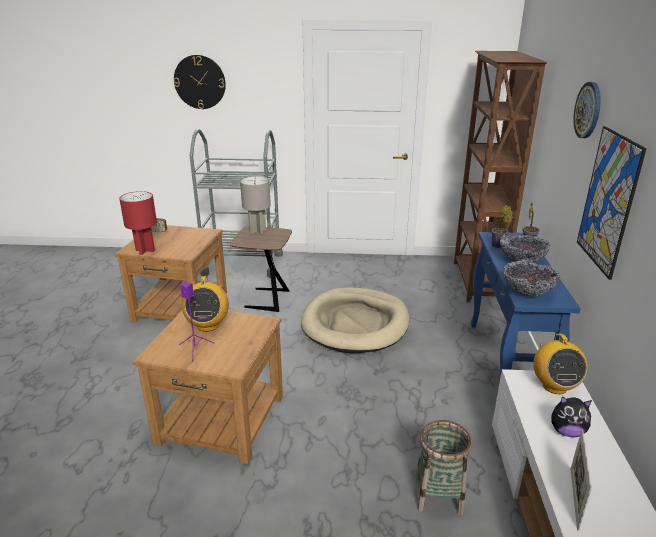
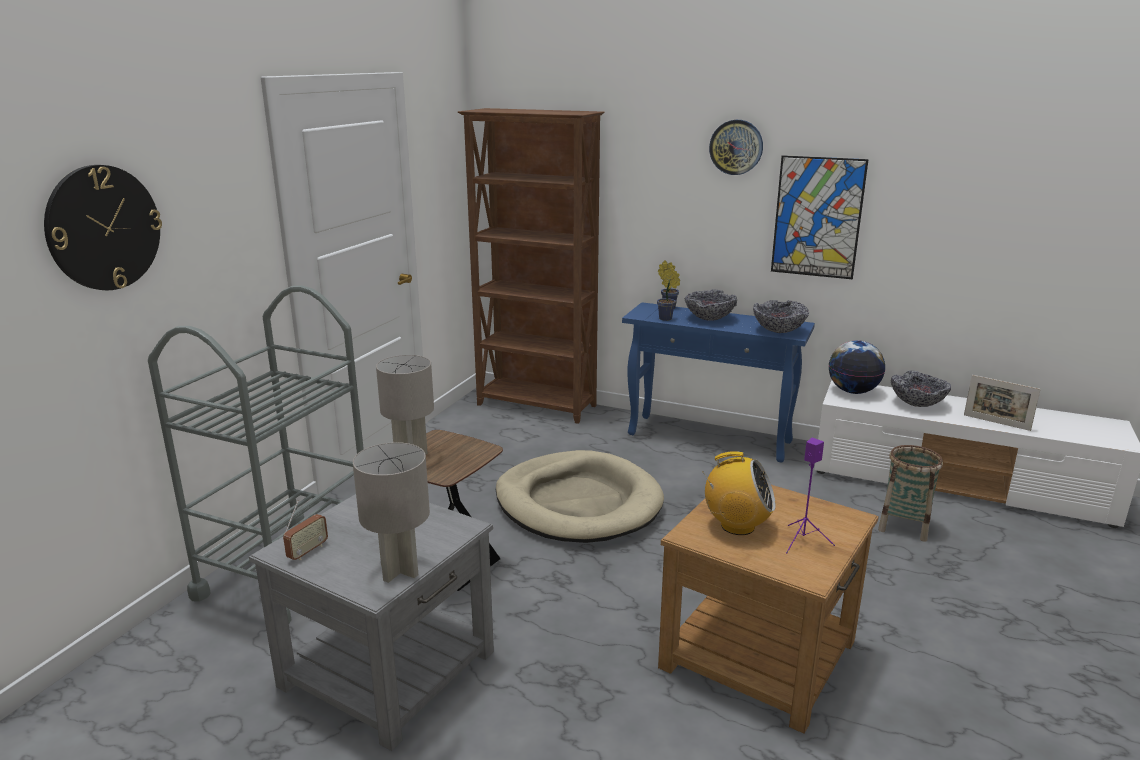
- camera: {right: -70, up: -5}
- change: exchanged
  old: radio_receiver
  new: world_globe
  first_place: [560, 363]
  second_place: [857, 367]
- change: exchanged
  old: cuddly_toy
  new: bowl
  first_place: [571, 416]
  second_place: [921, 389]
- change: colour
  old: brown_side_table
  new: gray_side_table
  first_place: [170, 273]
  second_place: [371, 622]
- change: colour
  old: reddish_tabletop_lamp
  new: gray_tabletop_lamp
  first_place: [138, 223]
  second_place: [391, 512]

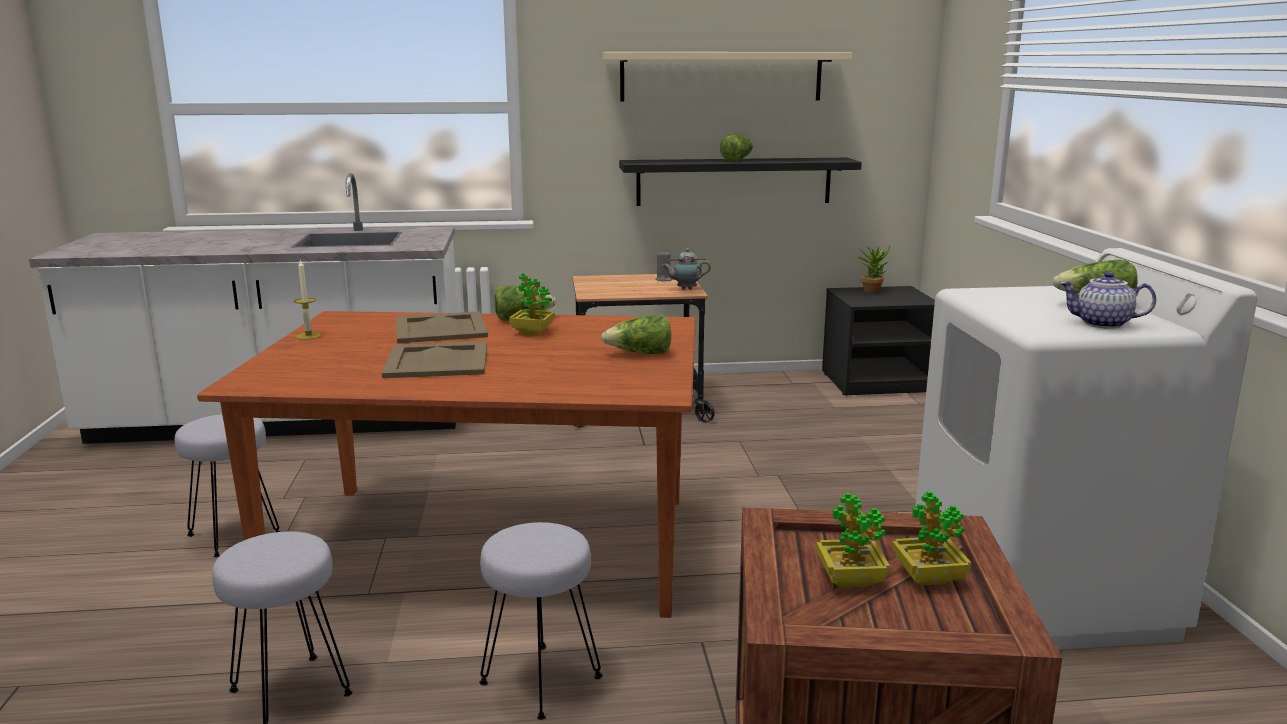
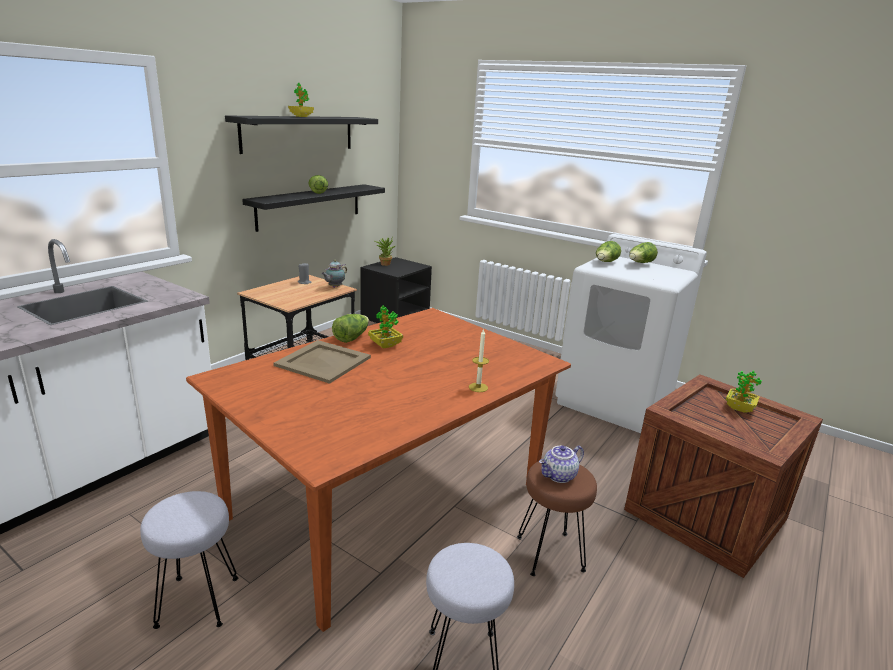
- camera: {right: -50, up: 5}
- change: missing
  old: sand-coloured_serving_tray
  first_place: [434, 359]
- change: relocated
  old: wax_light
  first_place: [307, 299]
  second_place: [479, 360]
- change: relocated
  old: lettuce
  first_place: [636, 334]
  second_place: [608, 251]
- change: relocated
  old: plant_in_a_pot
  first_place: [853, 540]
  second_place: [301, 100]
- change: relocated
  old: tea_pot
  first_place: [1108, 300]
  second_place: [561, 464]
- change: colour
  old: gray_sitting_stool
  new: brown_sitting_stool
  first_place: [541, 621]
  second_place: [557, 518]
- change: colour
  old: sand-coloured_bracket_shelf
  new: blackish_bracket_shelf
  first_place: [727, 76]
  second_place: [301, 134]

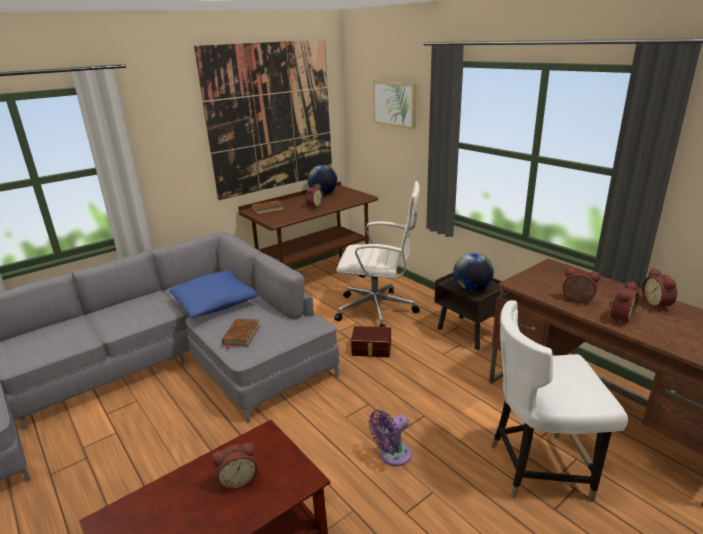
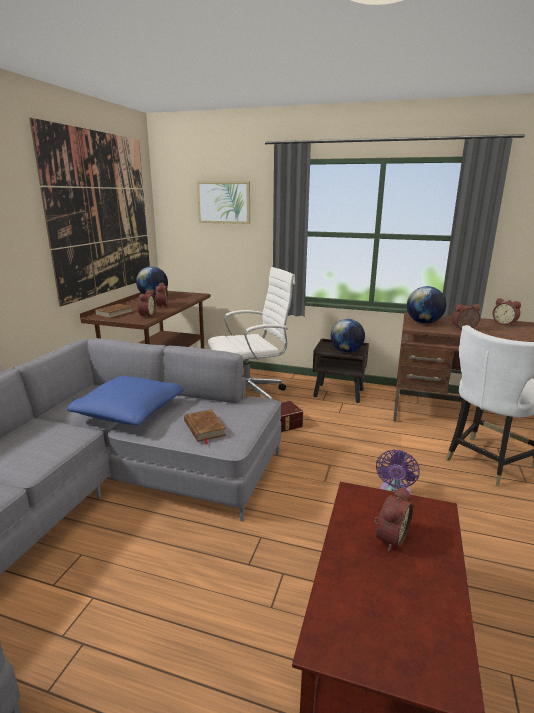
- camera: {right: -35, up: -5}
- change: appeared
  new: world_globe
  second_place: [426, 305]
- change: relocated
  old: table_clock
  first_place: [624, 303]
  second_place: [146, 303]

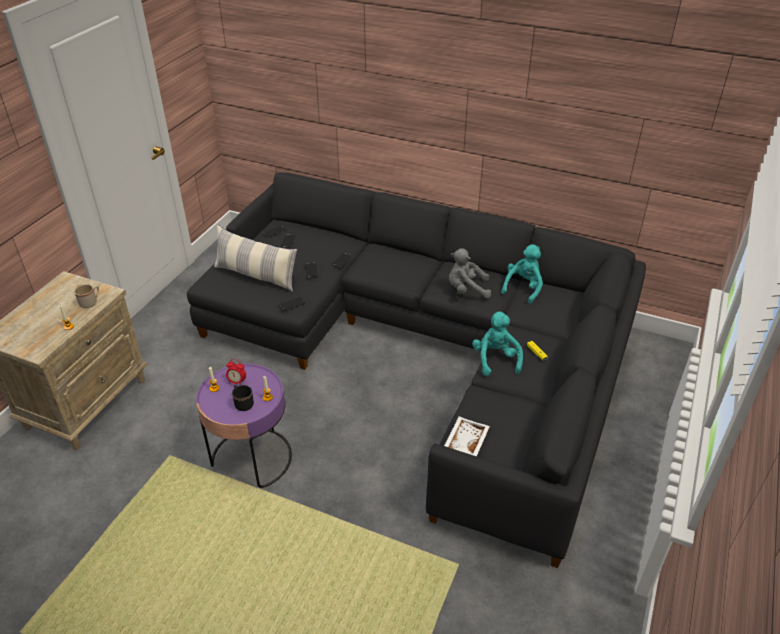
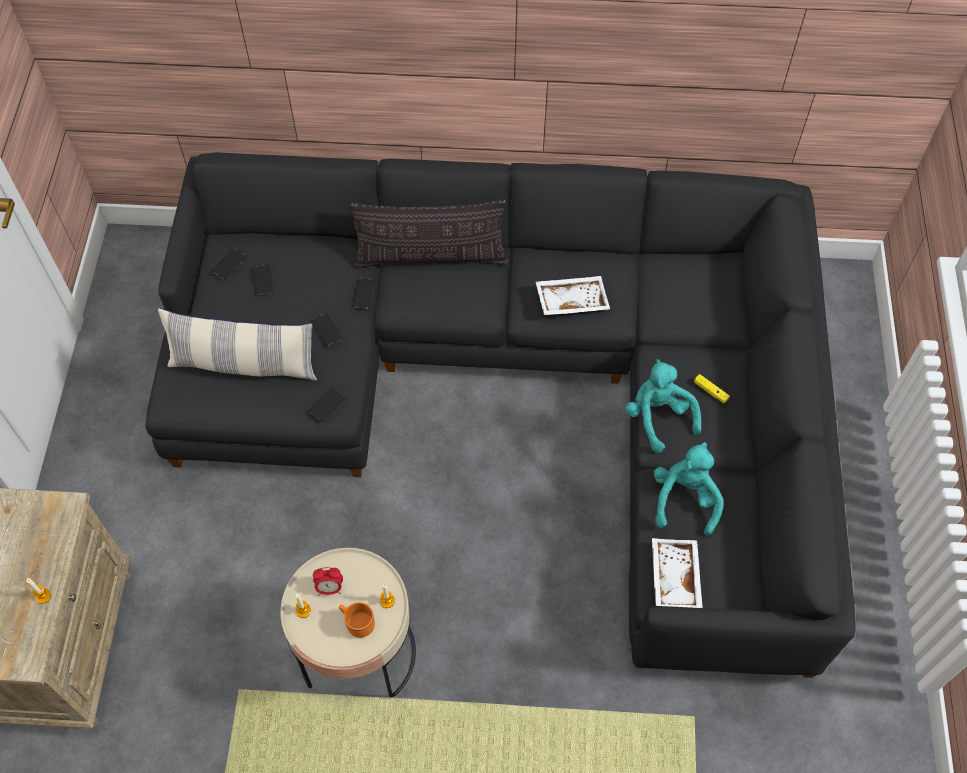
- camera: {right: -20, up: 20}
- change: missing
  old: sand-coloured_tea_mug
  first_place: [86, 296]
- change: appeared
  new: cushion
  second_place: [428, 234]
- change: relocated
  old: turquoise-coloured_cuddly_toy
  first_place: [522, 274]
  second_place: [689, 489]
- change: exchanged
  old: gray_cuddly_toy
  new: white-coloured_serving_tray
  first_place: [470, 273]
  second_place: [573, 295]
- change: colour
  old: purple_side_table
  new: sand-coloured_side_table
  first_place: [244, 426]
  second_place: [348, 622]
- change: colour
  old: blackish_tea_mug
  new: orangey_tea_mug
  first_place: [243, 398]
  second_place: [357, 620]

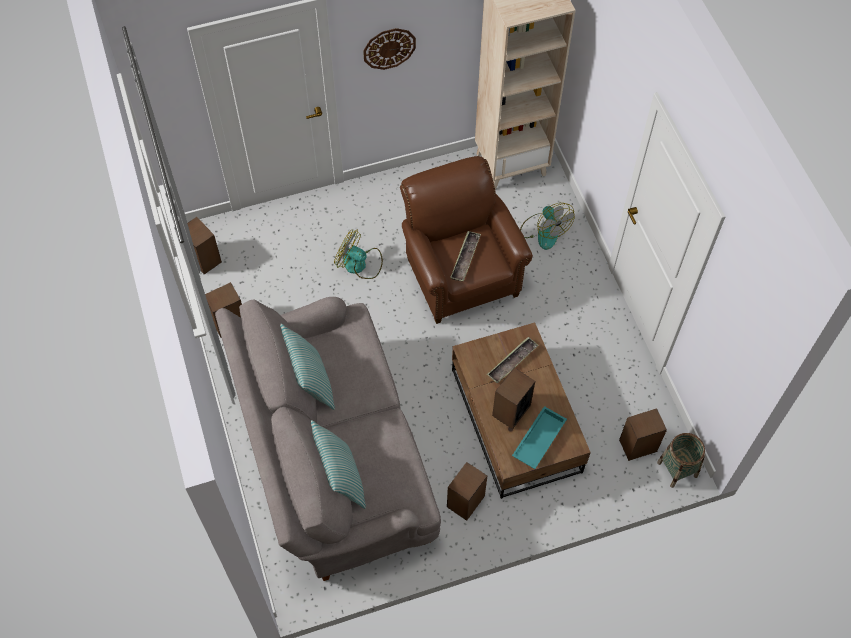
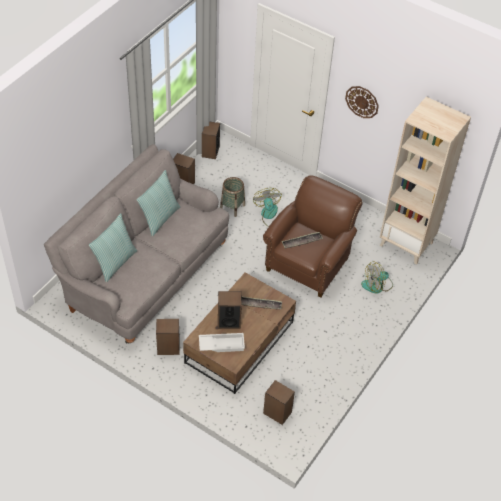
- camera: {right: 50, up: -10}
- change: relocated
  old: household_basket
  first_place: [681, 460]
  second_place: [232, 197]
- change: colour
  old: turquoise-coloured_serving_tray
  new: white-coloured_serving_tray
  first_place: [539, 437]
  second_place: [222, 342]
- change: spun
  old: cooling_fan
  first_place: [547, 226]
  second_place: [377, 277]
  degrees: 45

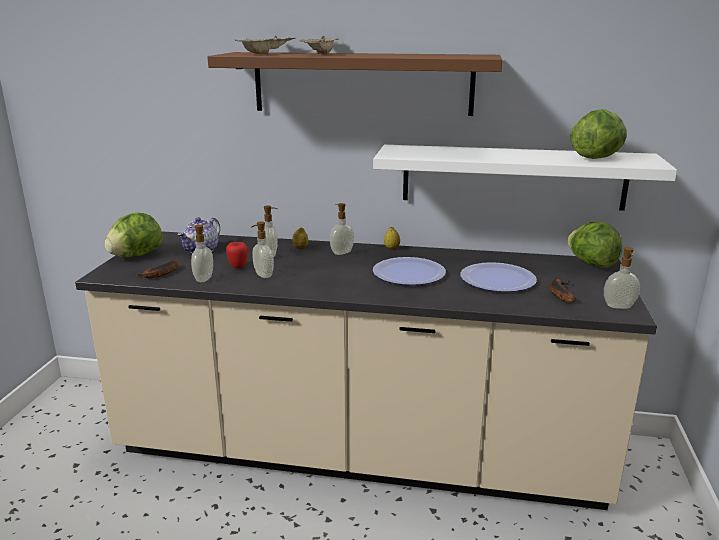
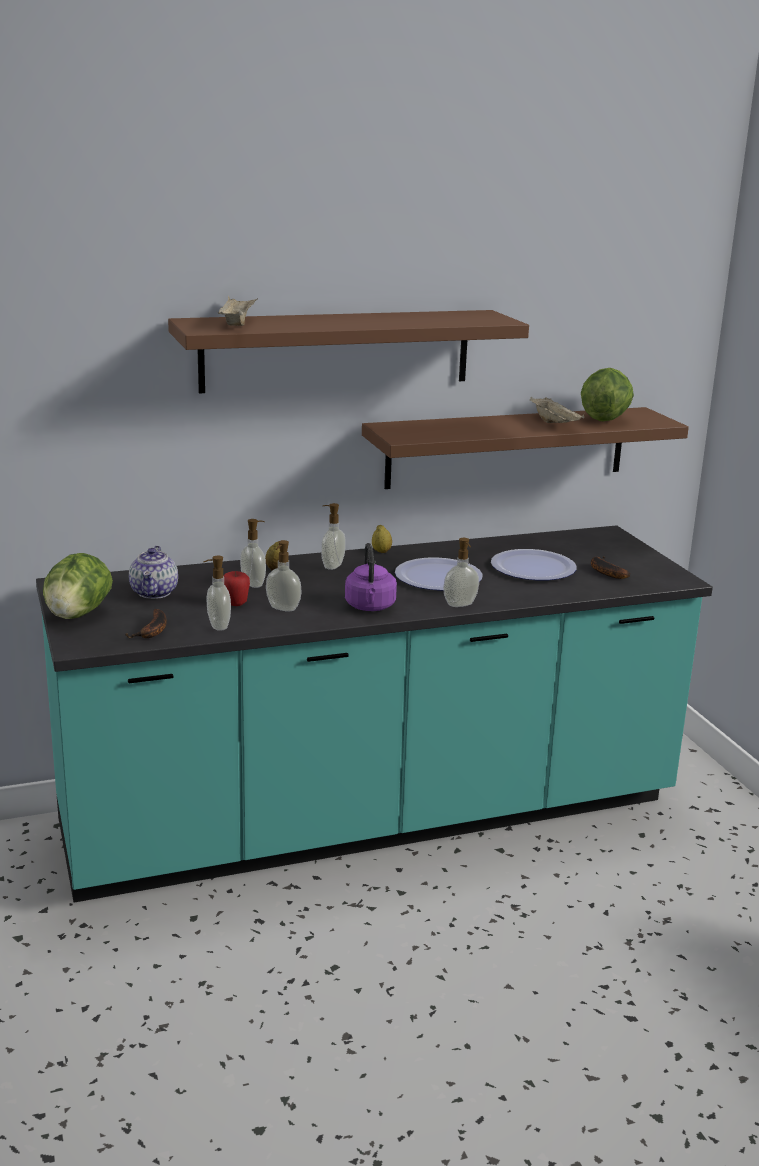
- camera: {right: -30, up: 0}
- change: missing
  old: lettuce
  first_place: [595, 244]
- change: appeared
  new: purple_kettle
  second_place: [371, 577]
- change: relocated
  old: sand-coloured_serving_tray
  first_place: [319, 45]
  second_place: [557, 410]
- change: relocated
  old: soap_dispenser
  first_place: [622, 278]
  second_place: [461, 572]
- change: colour
  old: sand-coloured_kitchen_base_unit
  new: turquoise-coloured_kitchen_base_unit
  first_place: [366, 370]
  second_place: [374, 714]
- change: colour
  old: white-coloured_bracket_shelf
  new: brown_bracket_shelf
  first_place: [525, 178]
  second_place: [525, 448]

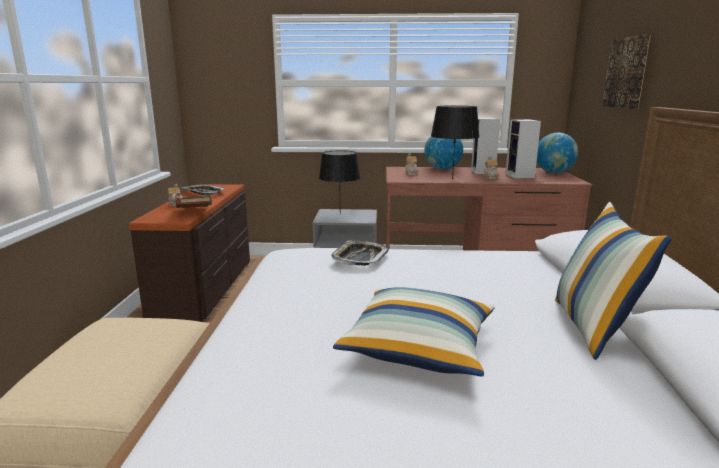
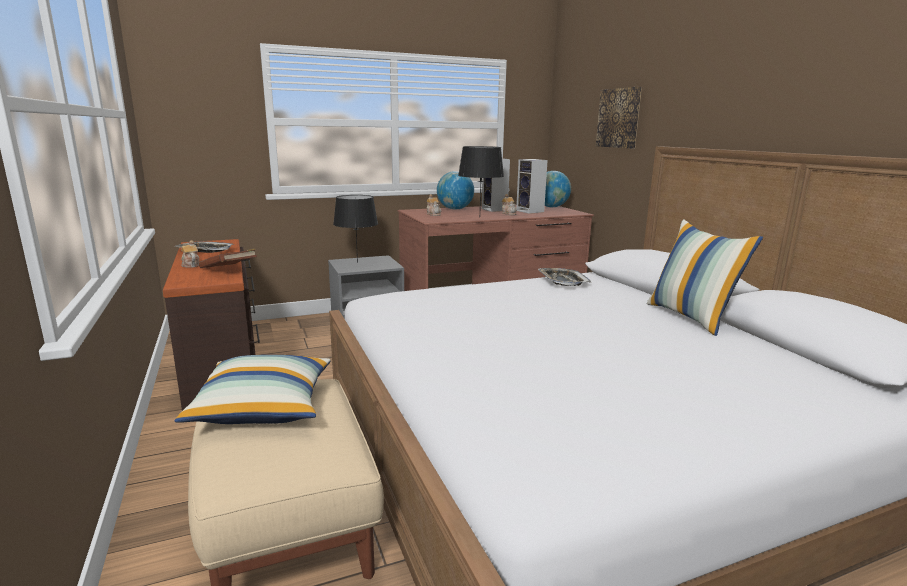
- camera: {right: -25, up: 0}
- change: relocated
  old: serving_tray
  first_place: [360, 253]
  second_place: [564, 277]
- change: relocated
  old: cushion
  first_place: [414, 331]
  second_place: [253, 389]

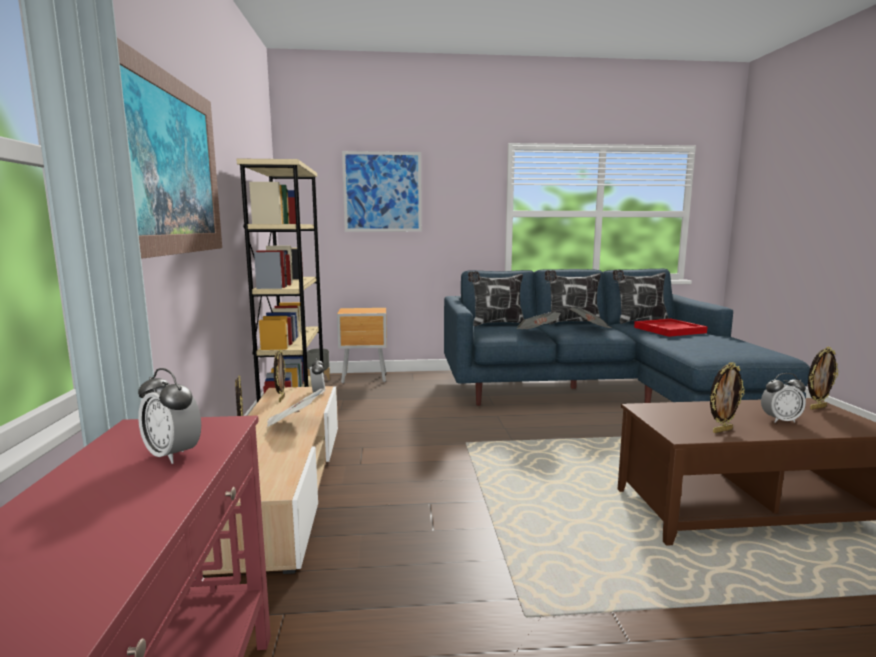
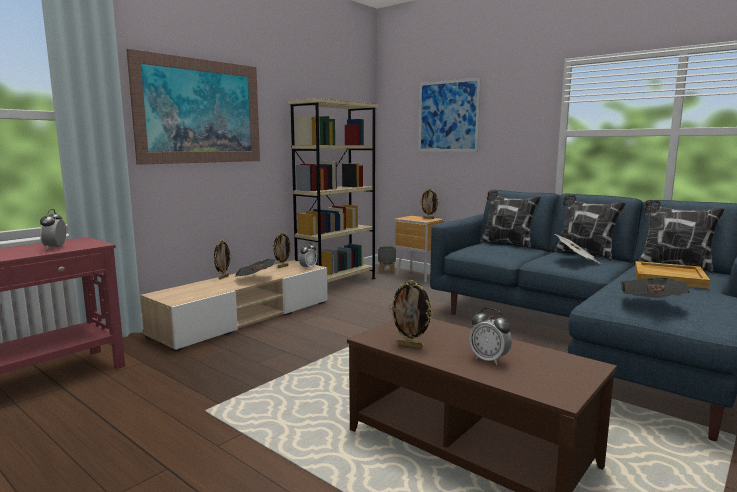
- camera: {right: 45, up: 0}
- change: relocated
  old: newspaper
  first_place: [538, 320]
  second_place: [655, 288]
- change: relocated
  old: picture_frame
  first_place: [823, 378]
  second_place: [429, 203]
- change: colour
  old: reddish_serving_tray
  new: sand-coloured_serving_tray
  first_place: [671, 328]
  second_place: [672, 275]

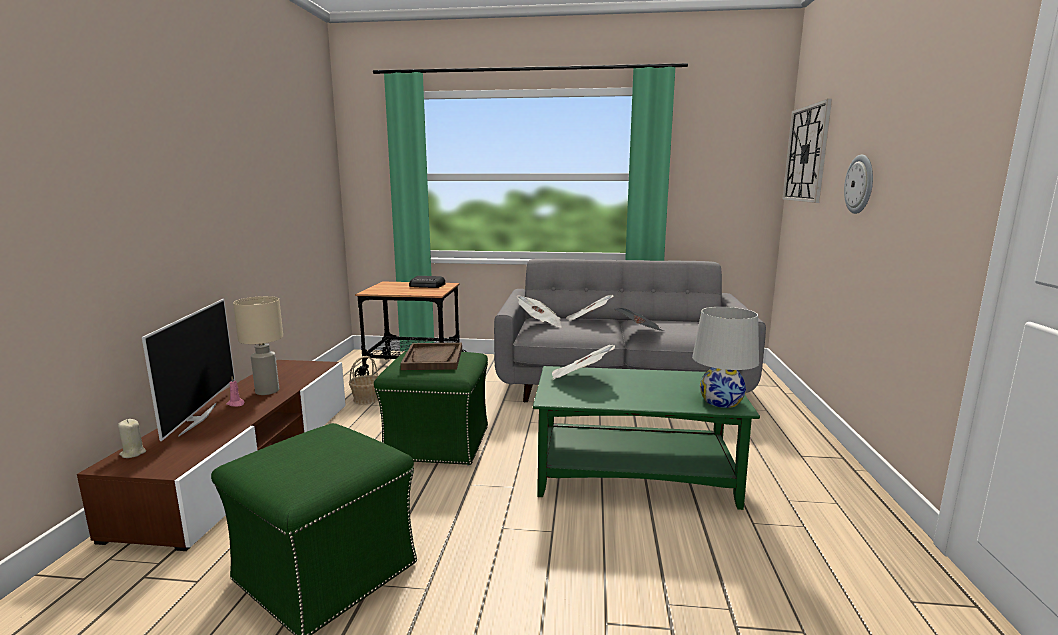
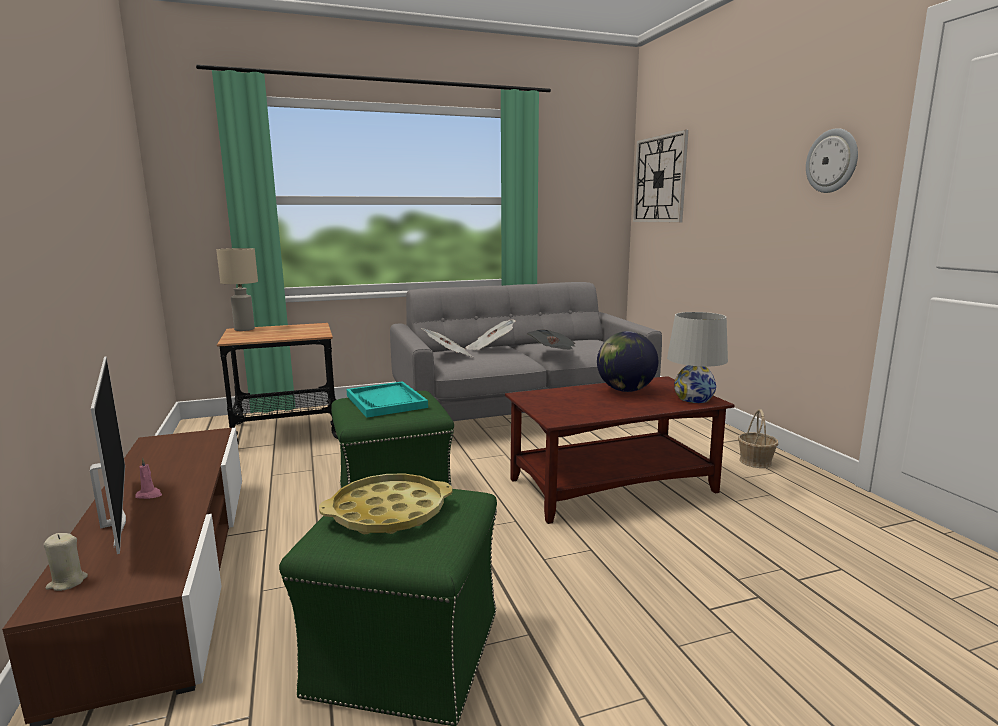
- camera: {right: -25, up: 0}
- change: missing
  old: radio_receiver
  first_place: [427, 282]
- change: missing
  old: newspaper
  first_place: [583, 362]
- change: appeared
  new: yellowish_serving_tray
  second_place: [386, 504]
- change: appeared
  new: world_globe
  second_place: [627, 361]
- change: relocated
  old: sand-coloured_tabletop_lamp
  first_place: [258, 345]
  second_place: [237, 289]
- change: relocated
  old: household_basket
  first_place: [363, 380]
  second_place: [758, 438]
- change: relocated
  old: clock_on_the_wall
  first_place: [858, 184]
  second_place: [832, 160]
- change: colour
  old: brown_serving_tray
  new: turquoise-coloured_serving_tray
  first_place: [431, 356]
  second_place: [387, 399]
- change: colour
  old: green-coloured_coffee_table
  new: brown_coffee_table
  first_place: [646, 438]
  second_place: [620, 450]

